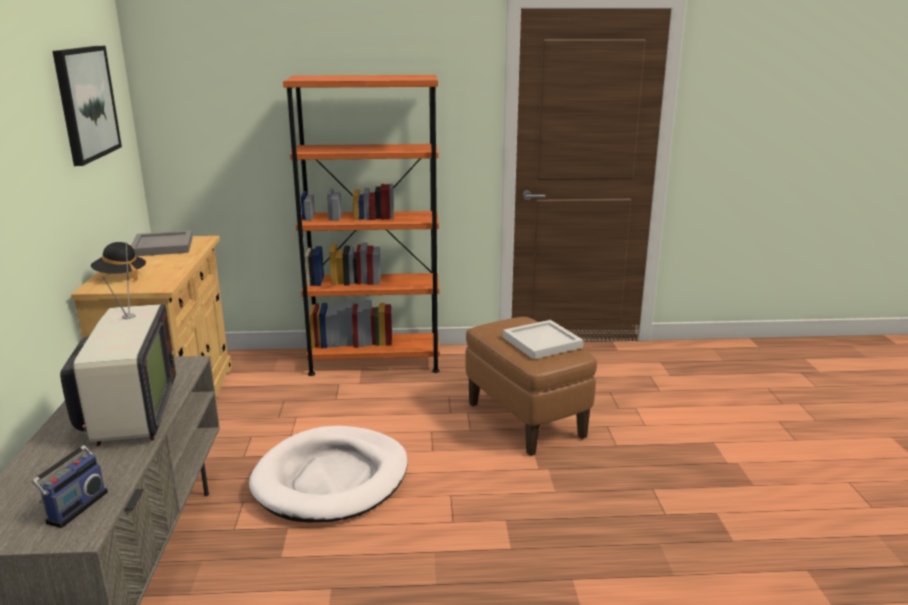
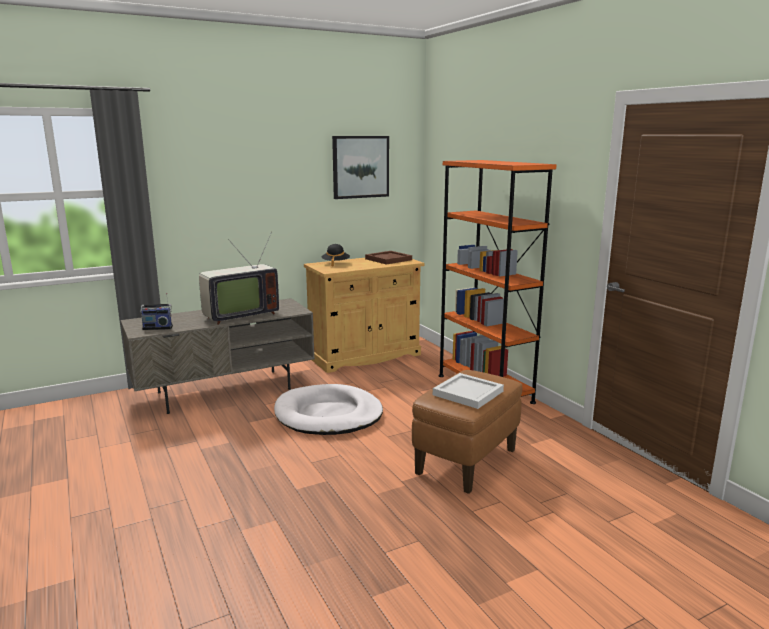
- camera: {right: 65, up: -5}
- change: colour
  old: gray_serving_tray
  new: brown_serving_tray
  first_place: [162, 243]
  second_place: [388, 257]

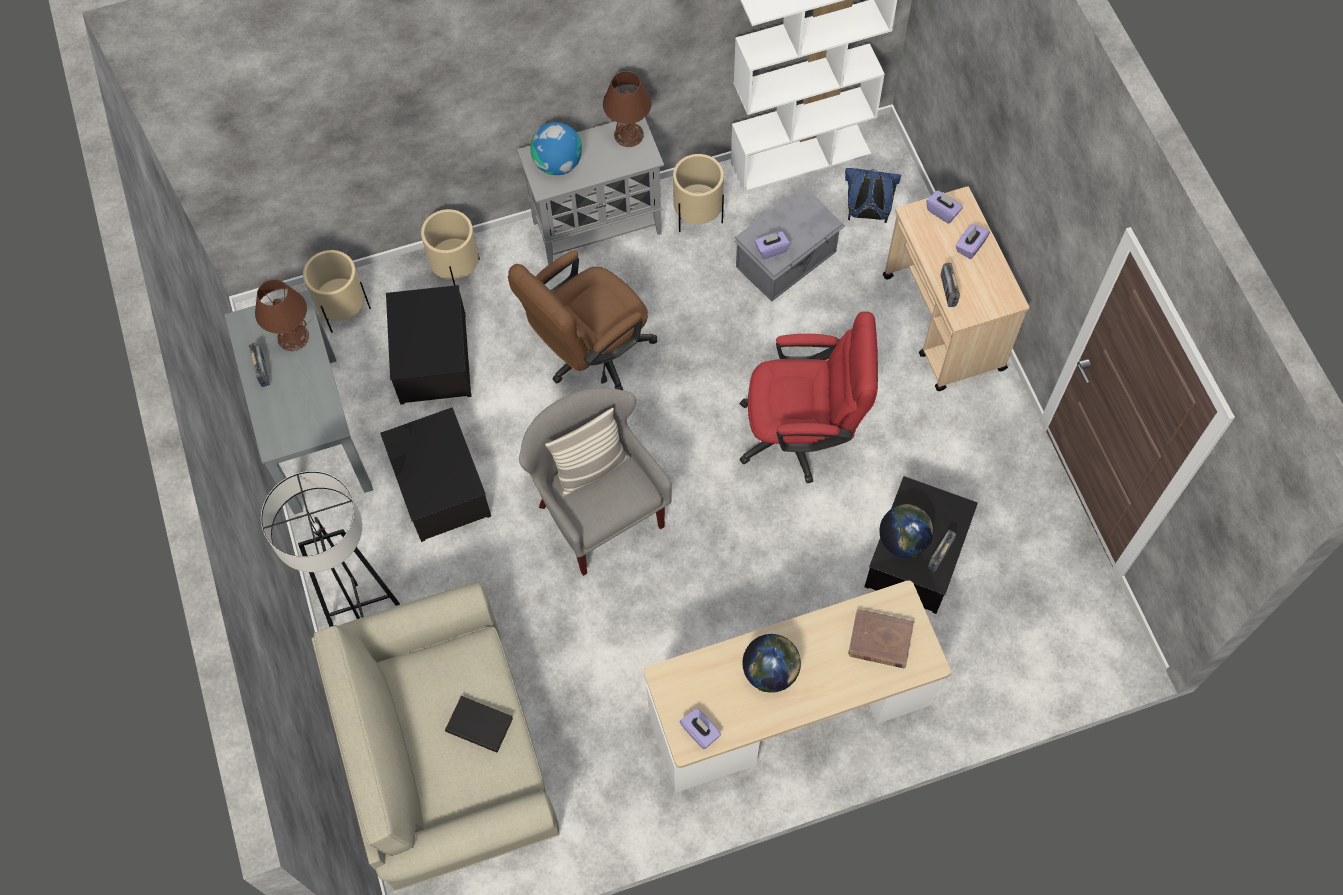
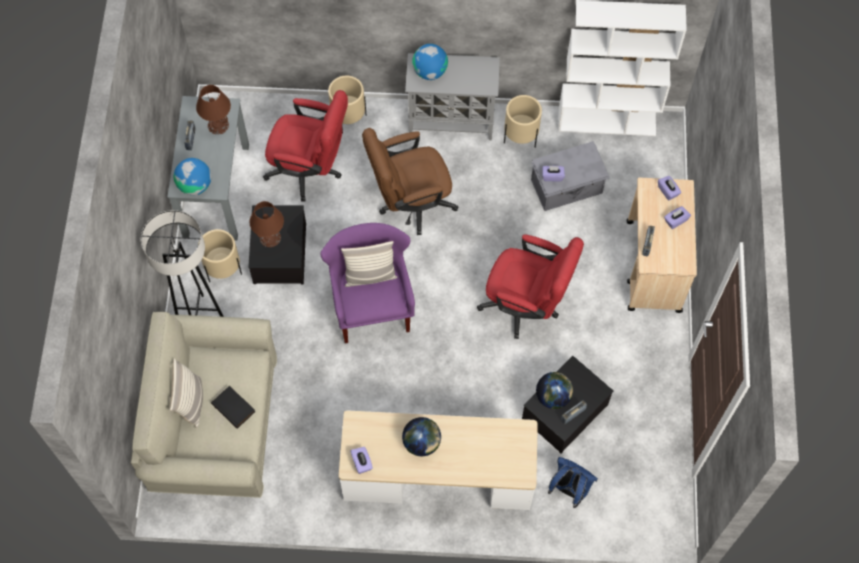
- camera: {right: 20, up: 0}
- change: missing
  old: brown_bound_book
  first_place: [881, 638]
- change: appeared
  new: cushion
  second_place: [186, 393]
- change: appeared
  new: world_globe
  second_place: [192, 176]
- change: relocated
  old: sand-coloured_plant_pot
  first_place: [337, 291]
  second_place: [220, 255]
- change: relocated
  old: brown_tabletop_lamp
  first_place: [627, 109]
  second_place: [266, 224]
- change: relocated
  old: bluish_rucksack
  first_place: [873, 195]
  second_place: [573, 482]
- change: exchanged
  old: storage_container
  new: reddish_office_chair
  first_place: [429, 345]
  second_place: [305, 145]
- change: colour
  old: gray_lounge_chair
  new: purple_lounge_chair
  first_place: [595, 482]
  second_place: [368, 283]

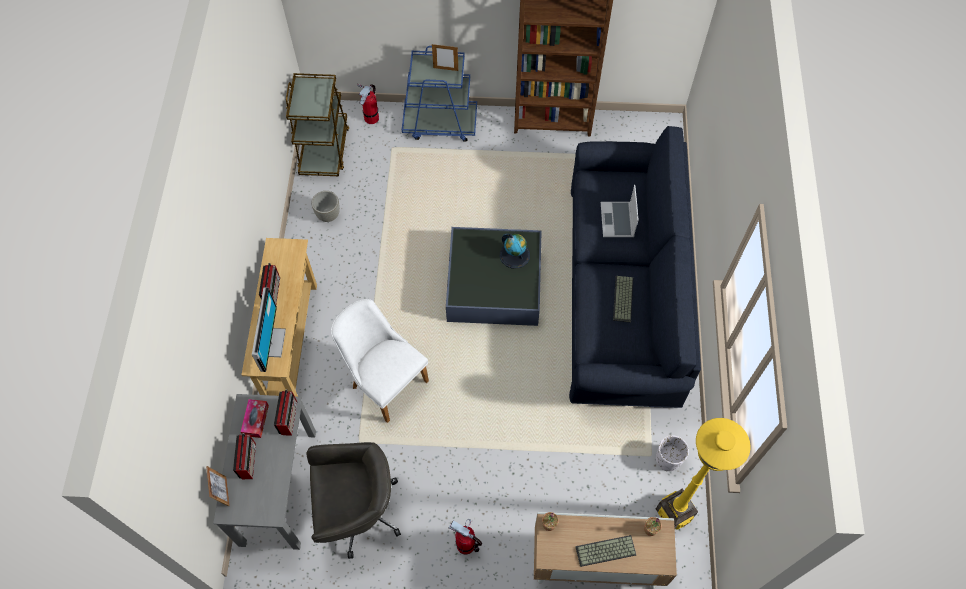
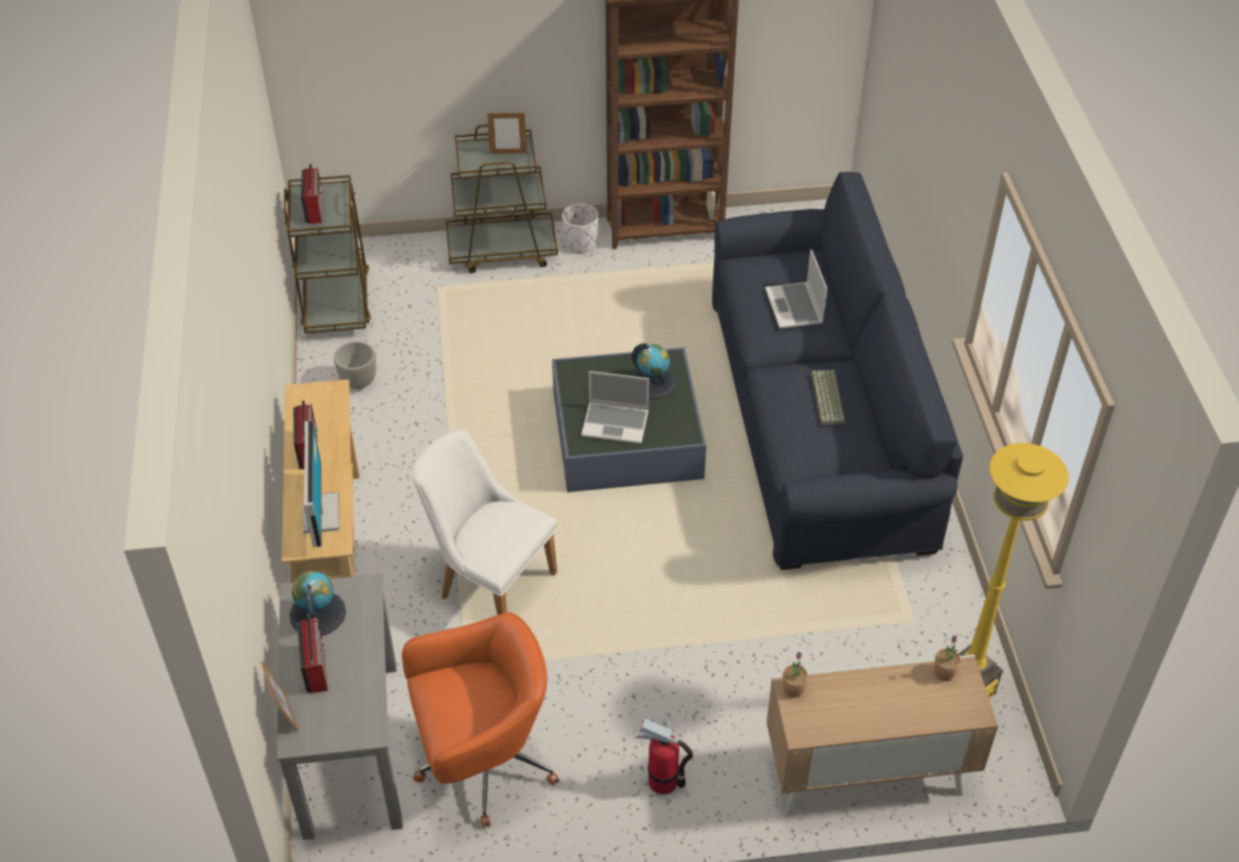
- camera: {right: -10, up: -15}
- change: missing
  old: fire-fighting_cylinder
  first_place: [368, 104]
- change: missing
  old: computer_keyboard
  first_place: [605, 551]
- change: appeared
  new: portable_computer
  second_place: [615, 407]
- change: relocated
  old: radio_receiver
  first_place: [285, 412]
  second_place: [312, 193]
- change: relocated
  old: white-coloured_plant_pot
  first_place: [672, 453]
  second_place: [580, 228]
- change: exchanged
  old: box_of_tissues
  new: world_globe
  first_place: [255, 418]
  second_place: [317, 603]
- change: colour
  old: gray_office_chair
  new: orangey_office_chair
  first_place: [353, 500]
  second_place: [480, 720]
- change: colour
  old: bluish_cart
  new: brown_cart
  first_place: [439, 94]
  second_place: [502, 198]

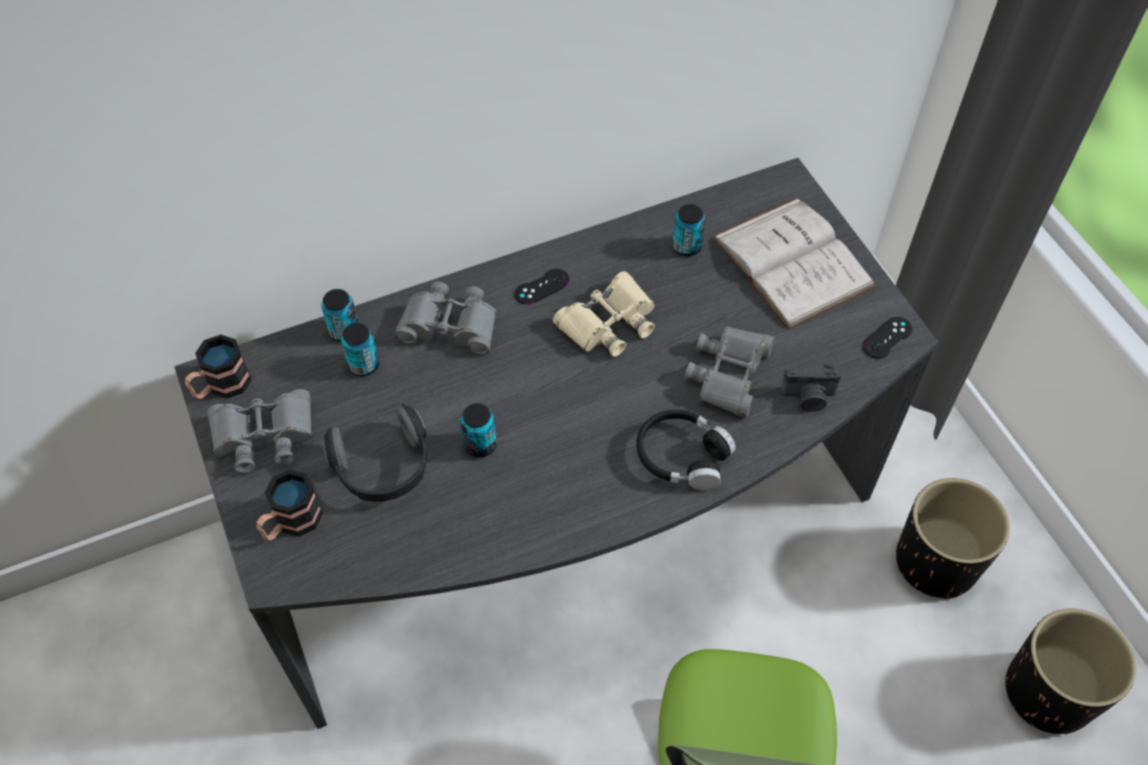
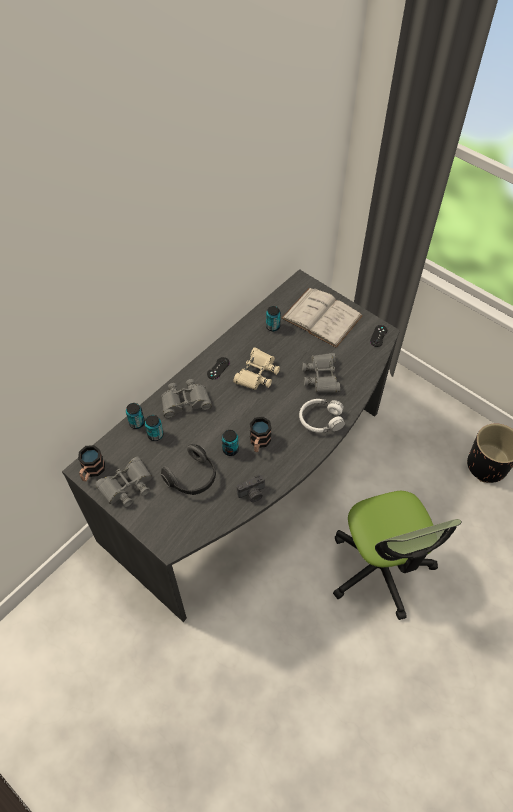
- camera: {right: -25, up: 0}
- change: missing
  old: blackish_plant_pot
  first_place: [953, 538]
- change: relocated
  old: tea_mug
  first_place: [289, 505]
  second_place: [261, 434]
- change: relocated
  old: still_camera
  first_place: [811, 388]
  second_place: [251, 488]
- change: colour
  old: blackish_headset
  new: white-coloured_headset
  first_place: [686, 450]
  second_place: [322, 416]

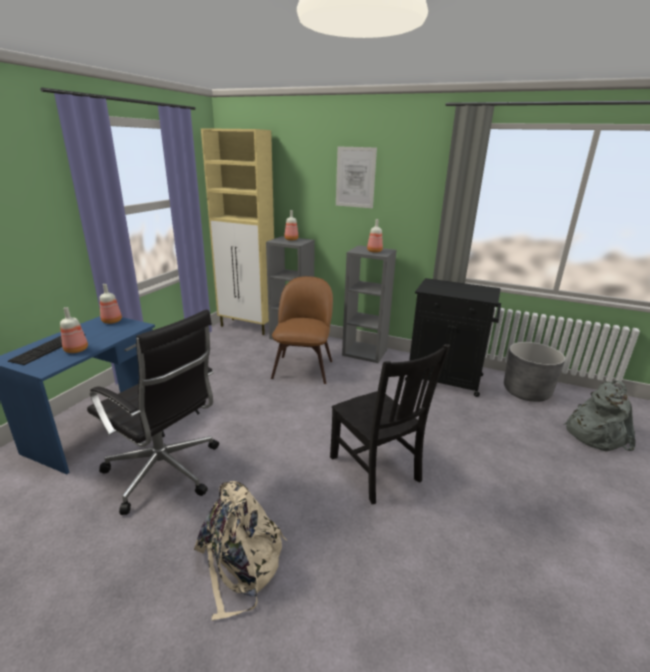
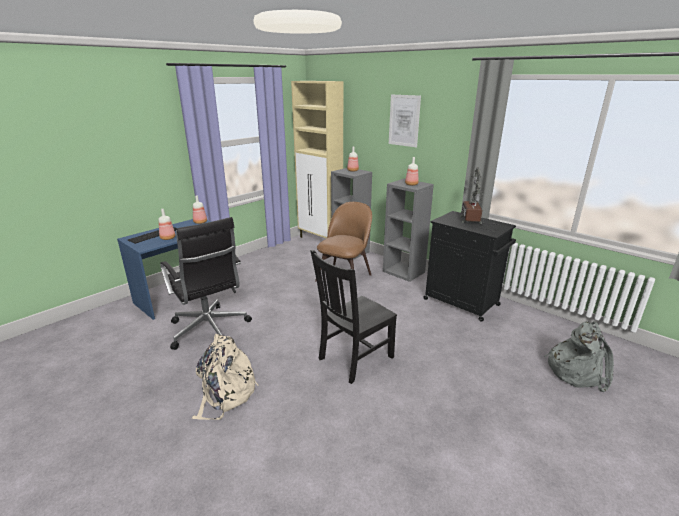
- camera: {right: 20, up: 0}
- change: missing
  old: gray_plant_pot
  first_place: [534, 372]
- change: appeared
  new: tabletop_lamp
  second_place: [479, 199]
- change: spun
  old: blackish_chair
  first_place: [390, 424]
  second_place: [353, 317]
  degrees: 60

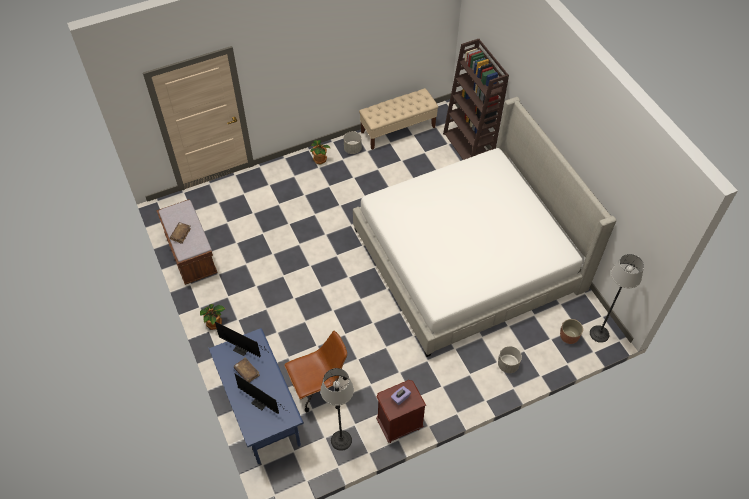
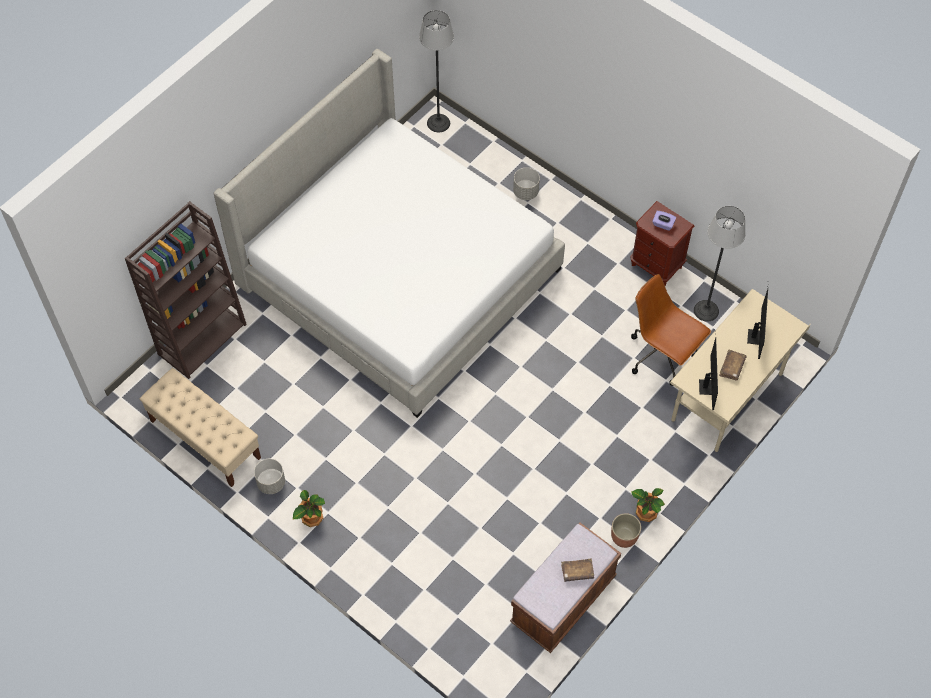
- camera: {right: -115, up: 5}
- change: relocated
  old: plant_pot
  first_place: [571, 331]
  second_place: [626, 530]
- change: colour
  old: bluish_desk
  new: sand-coloured_desk
  first_place: [256, 396]
  second_place: [740, 370]

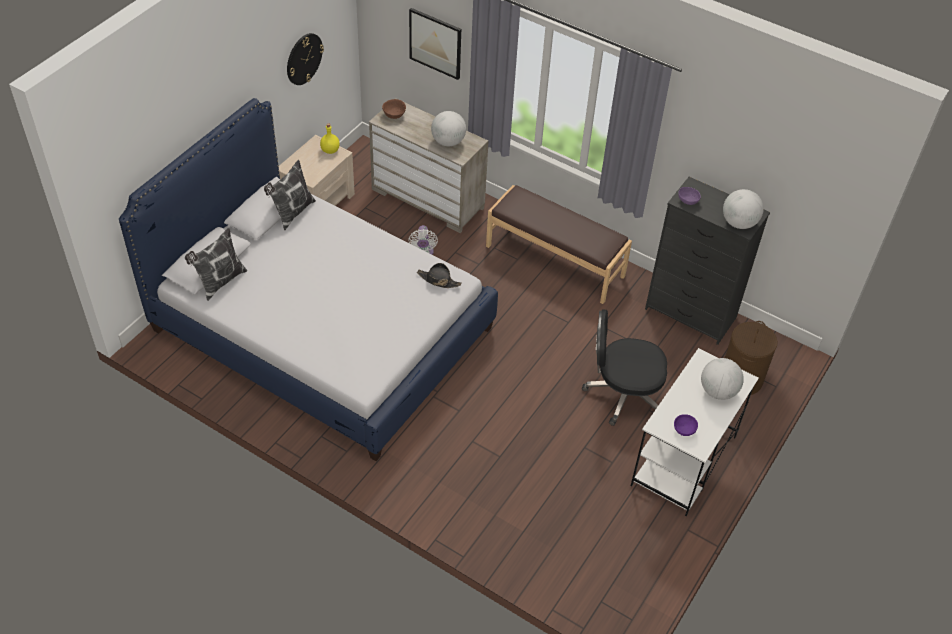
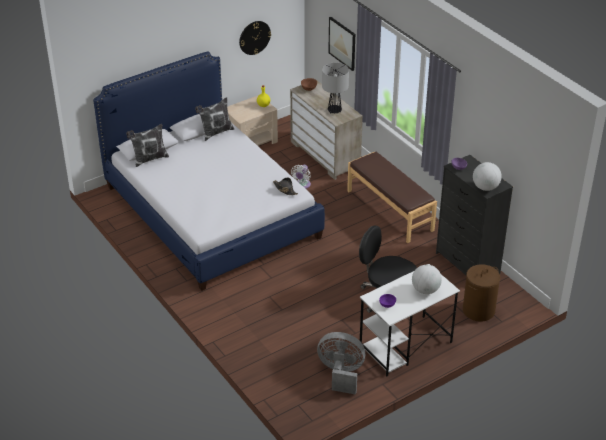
- camera: {right: 25, up: -10}
- change: appeared
  new: gray_cooling_fan
  second_place: [341, 363]
- change: exchanged
  old: world_globe
  new: tabletop_lamp
  first_place: [448, 128]
  second_place: [335, 88]

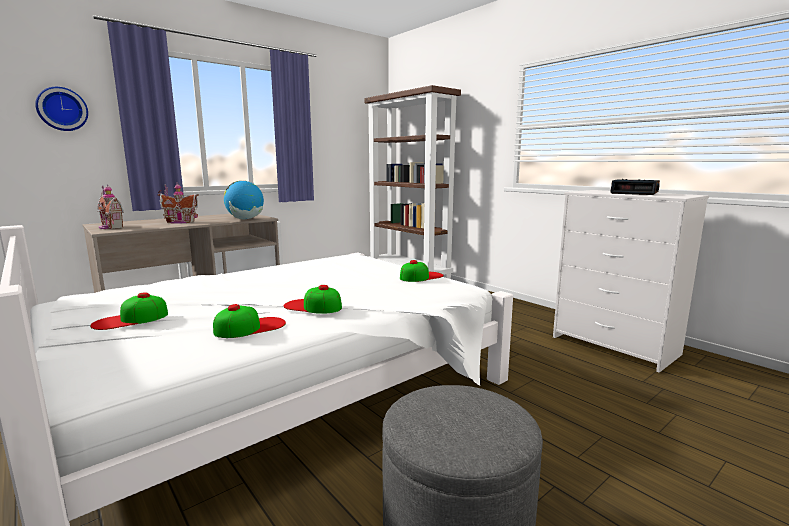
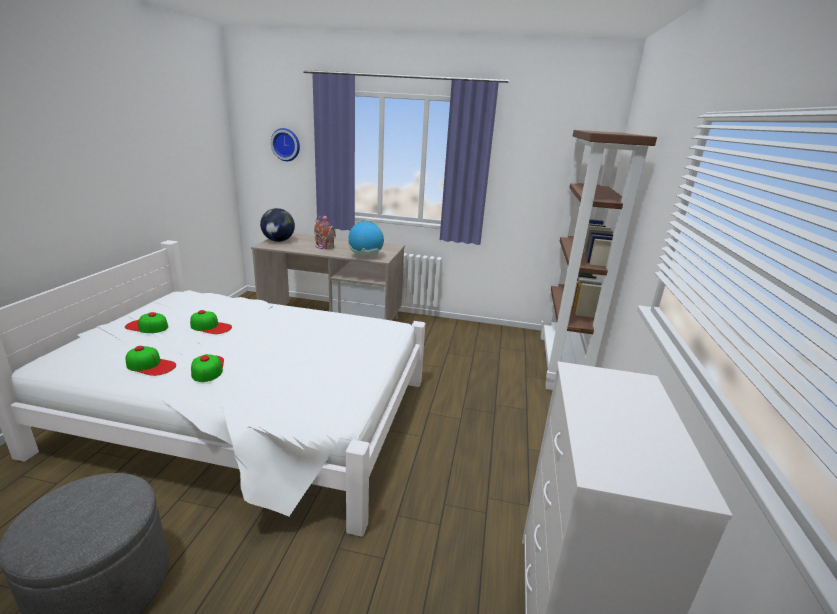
- camera: {right: 50, up: 10}
- change: missing
  old: table_clock
  first_place: [635, 187]
- change: relocated
  old: cap
  first_place: [422, 271]
  second_place: [211, 322]
- change: exchanged
  old: model_house
  new: world_globe
  first_place: [111, 206]
  second_place: [277, 225]

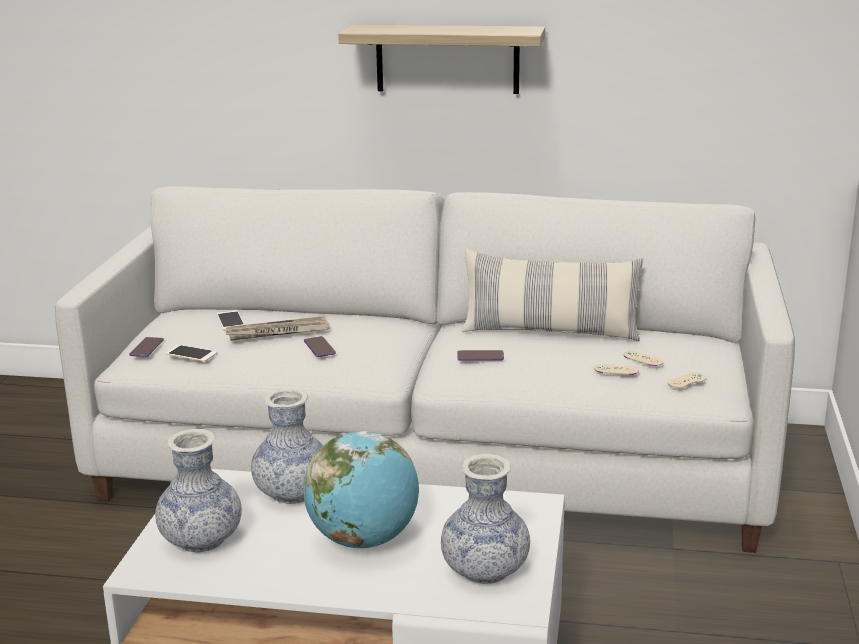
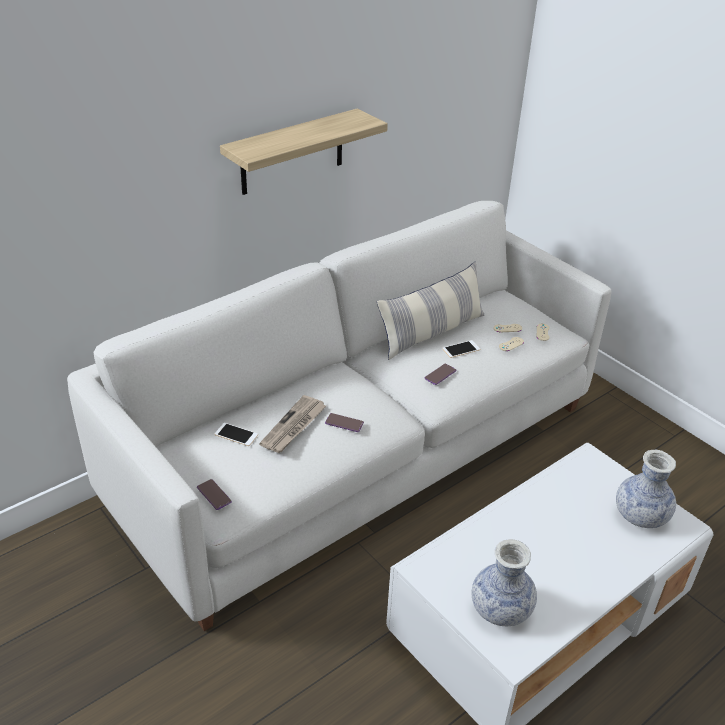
- camera: {right: -50, up: 15}
- change: missing
  old: flower_vase
  first_place: [287, 446]
- change: missing
  old: world_globe
  first_place: [361, 489]
- change: relocated
  old: phone
  first_place: [191, 353]
  second_place: [461, 349]

